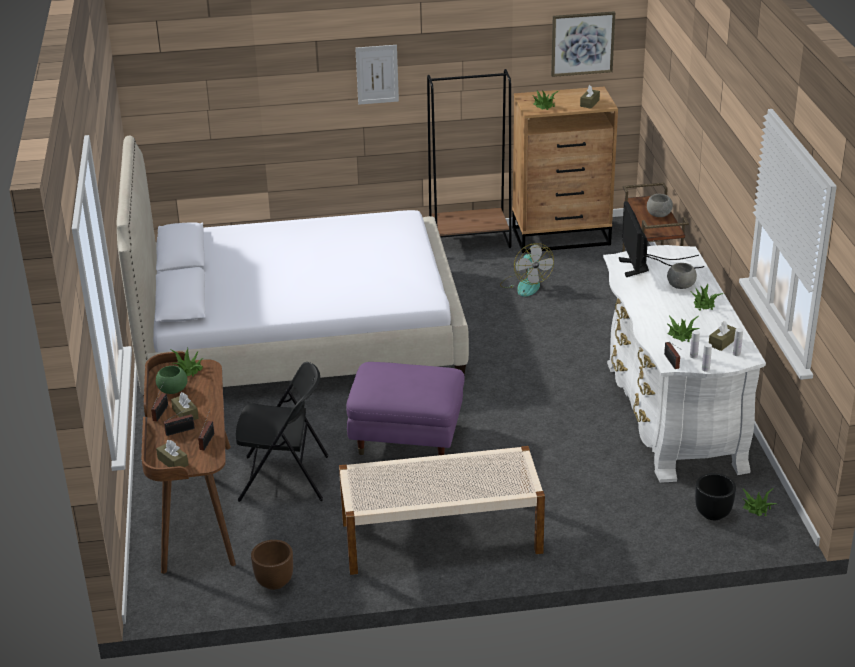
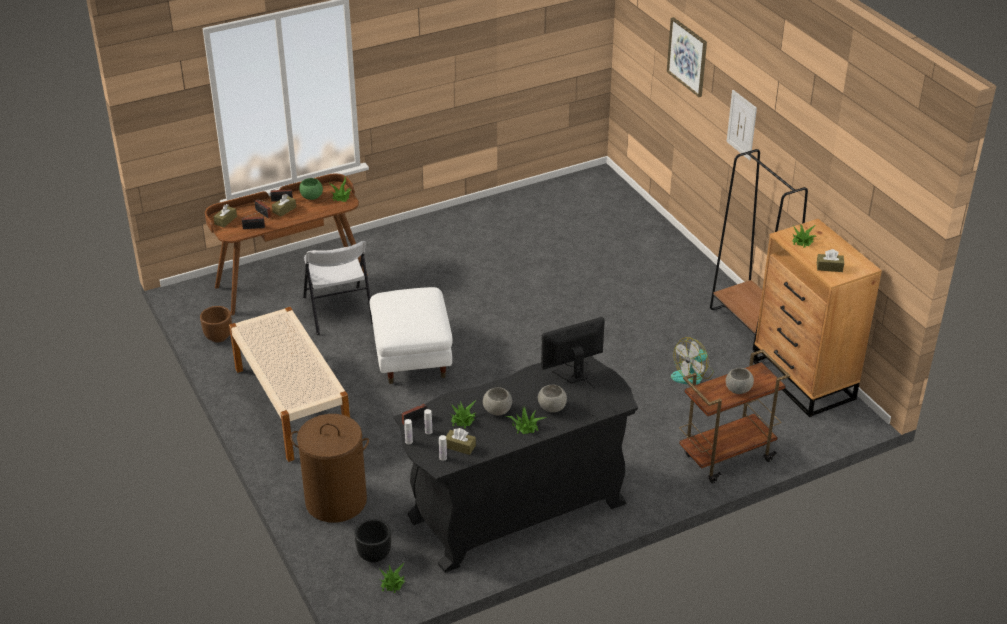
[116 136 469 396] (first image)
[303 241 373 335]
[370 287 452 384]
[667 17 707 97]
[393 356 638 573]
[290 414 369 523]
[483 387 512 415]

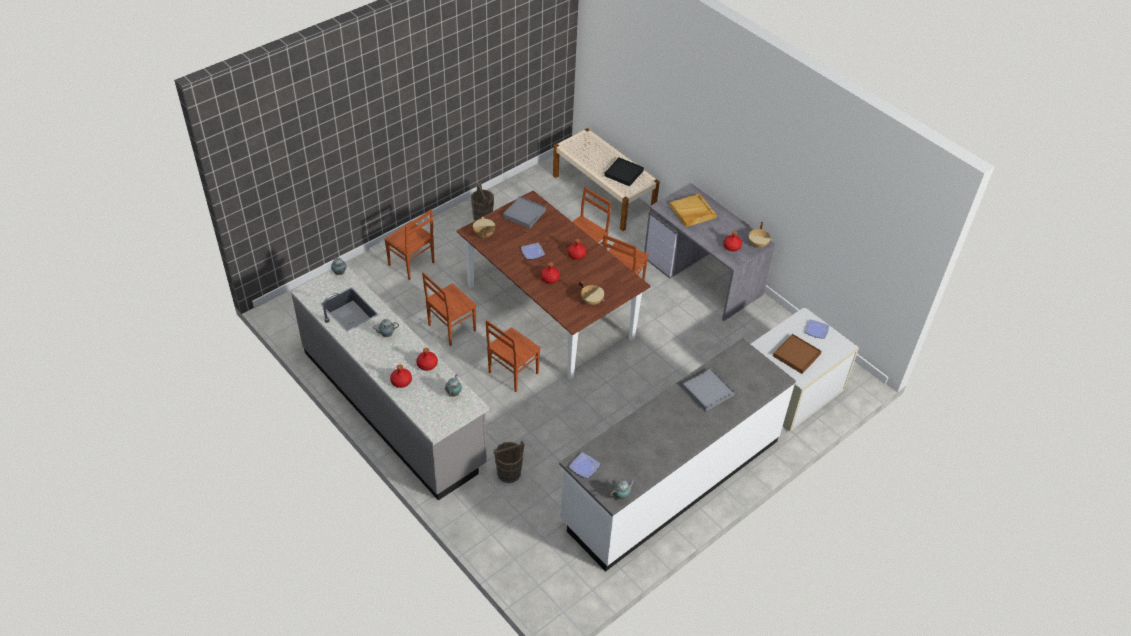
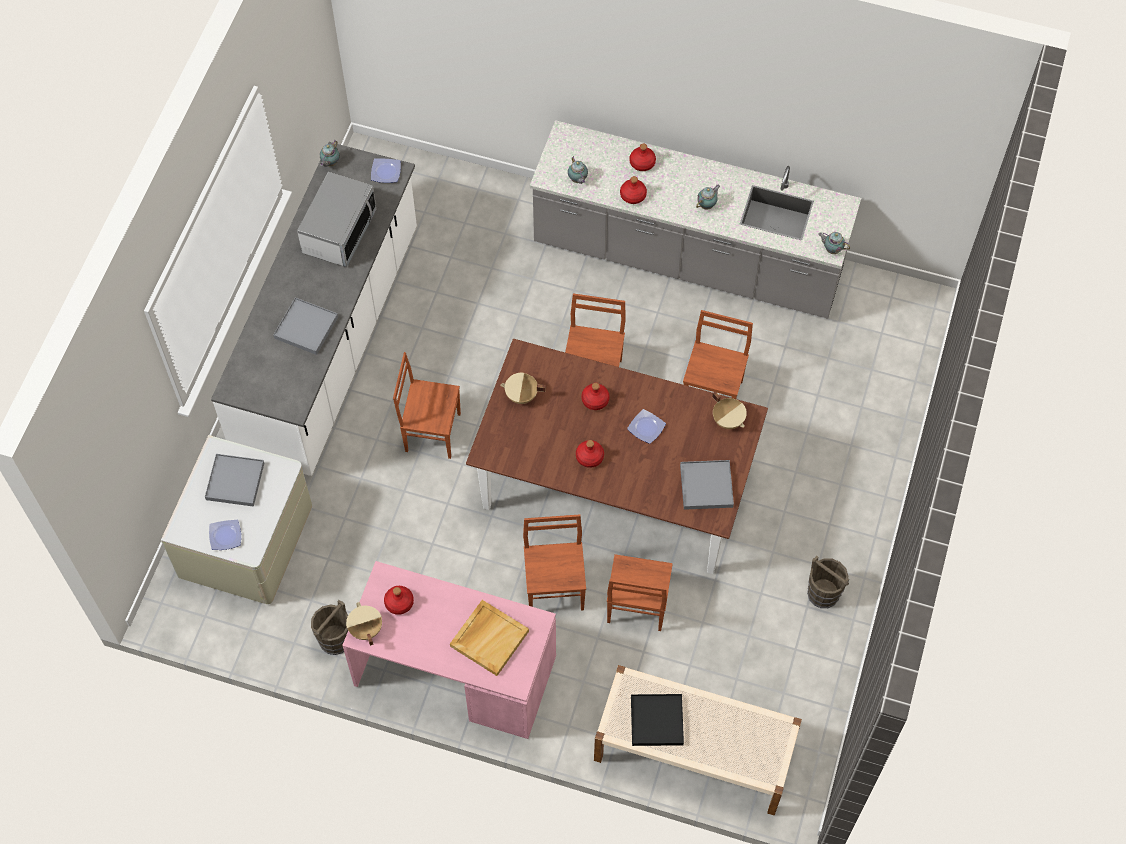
[393 352 461 459]
[311 600 348 655]
[342 561 556 739]
[205 454 264 507]
[297 172 376 267]

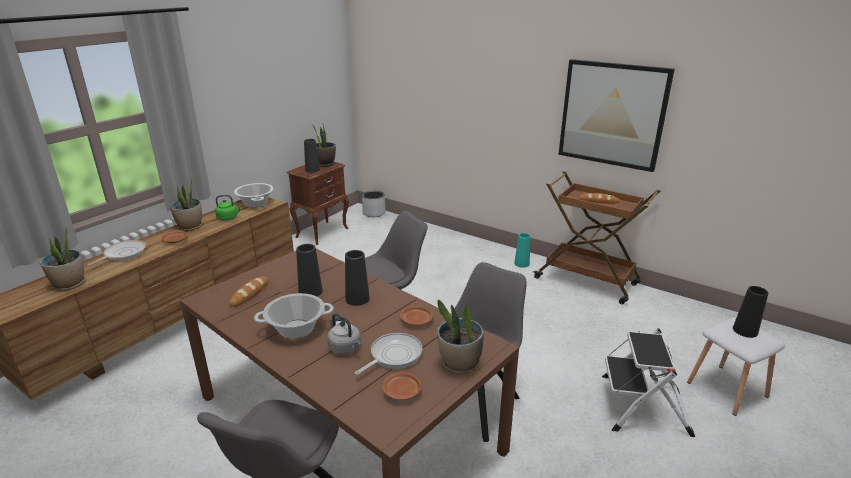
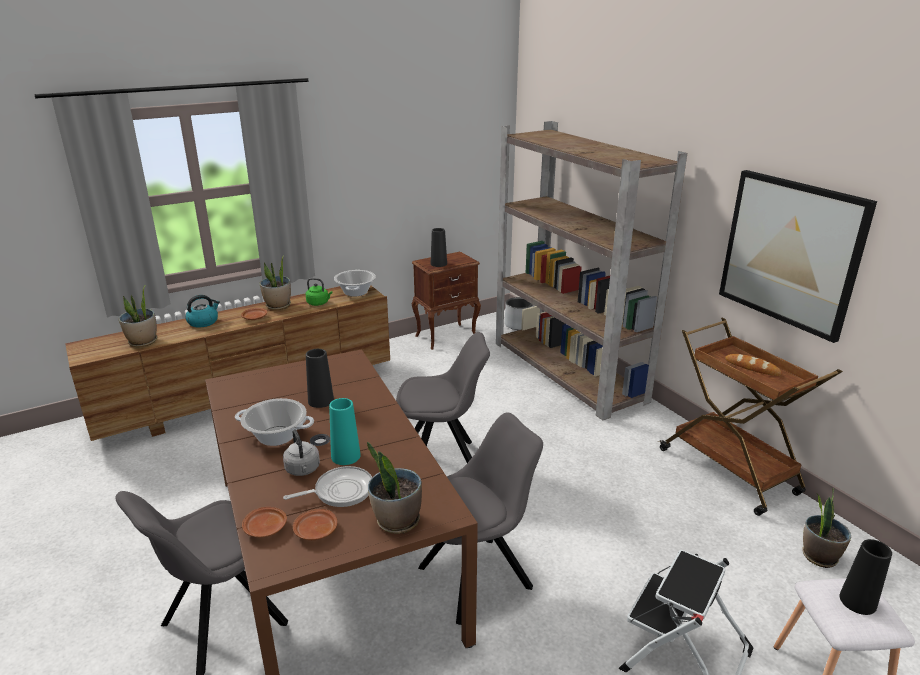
[185 295 220 328]
[229 277 268 307] (first image)
[802 488 851 568]
[345 250 370 306] (first image)
[242 507 287 537]
[329 398 361 465]
[496 121 687 420]

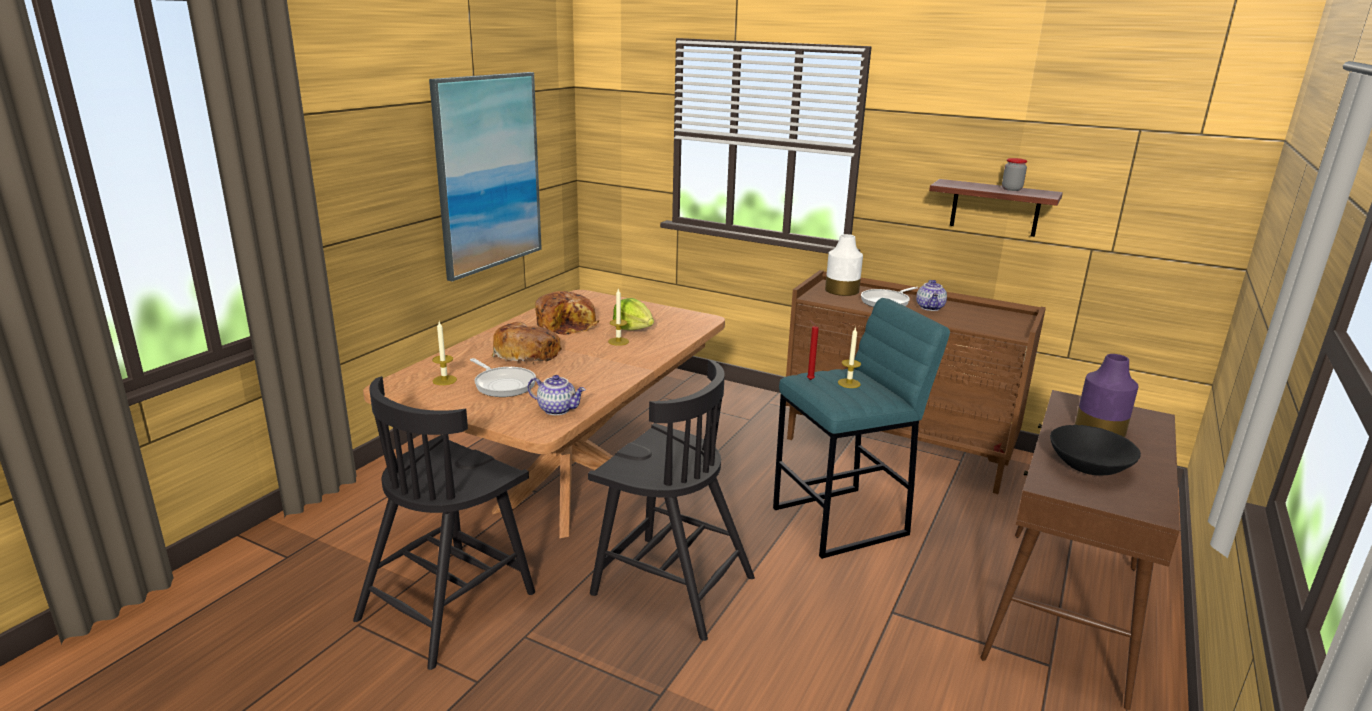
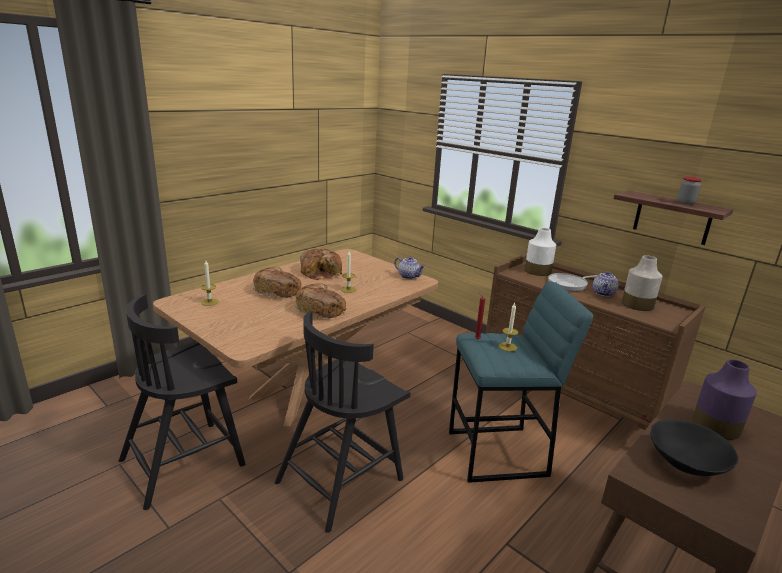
[429 72 542 282] (first image)
[470 358 536 397] (first image)
[394 256 425 279]
[275 311 411 533]
[613 298 654 330] (first image)
[296 283 347 318]
[622 255 663 311]

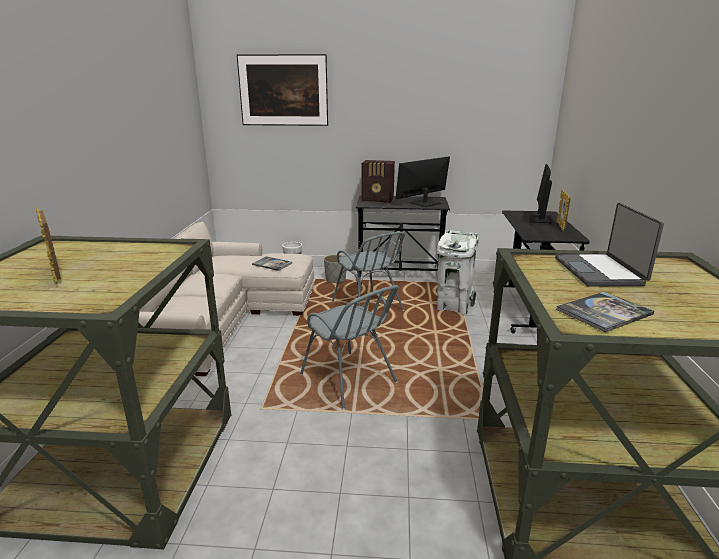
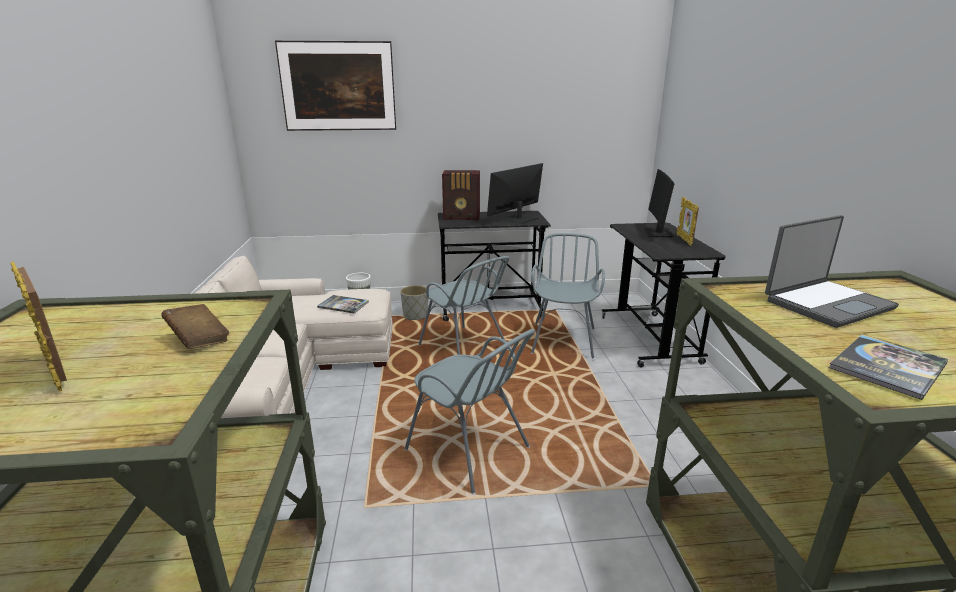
[531 233 605 360]
[765 215 899 328]
[161 304 229 349]

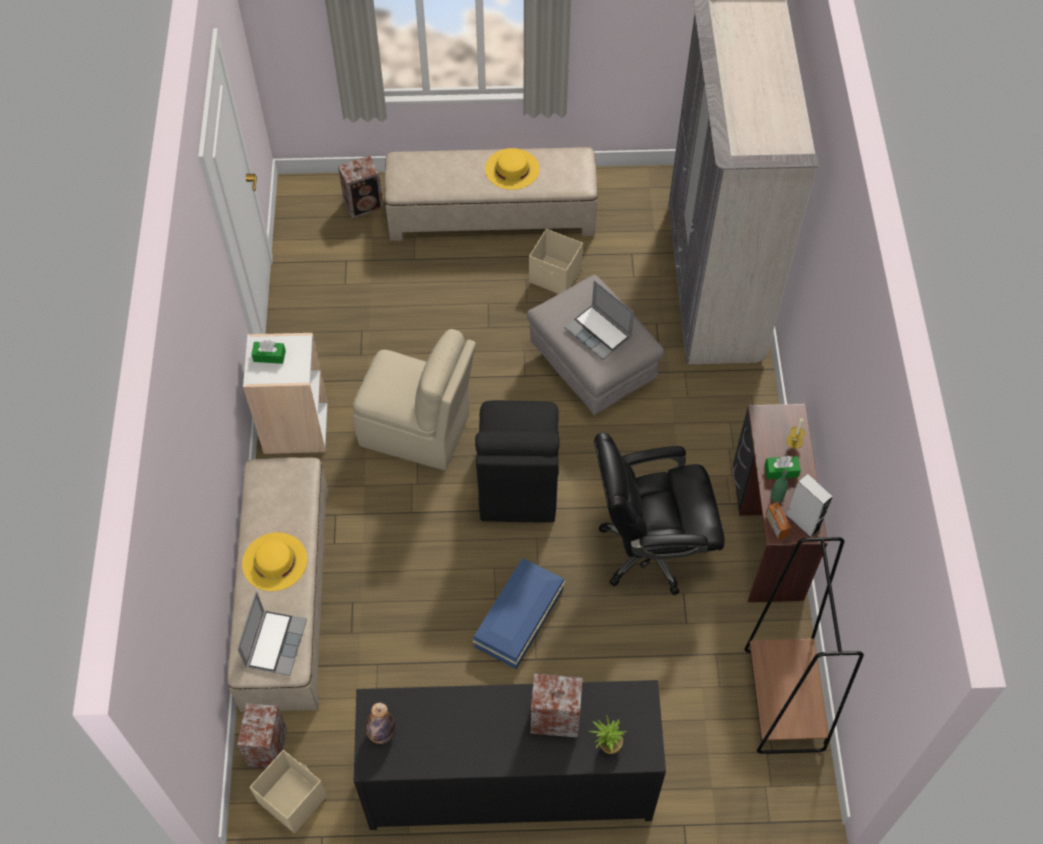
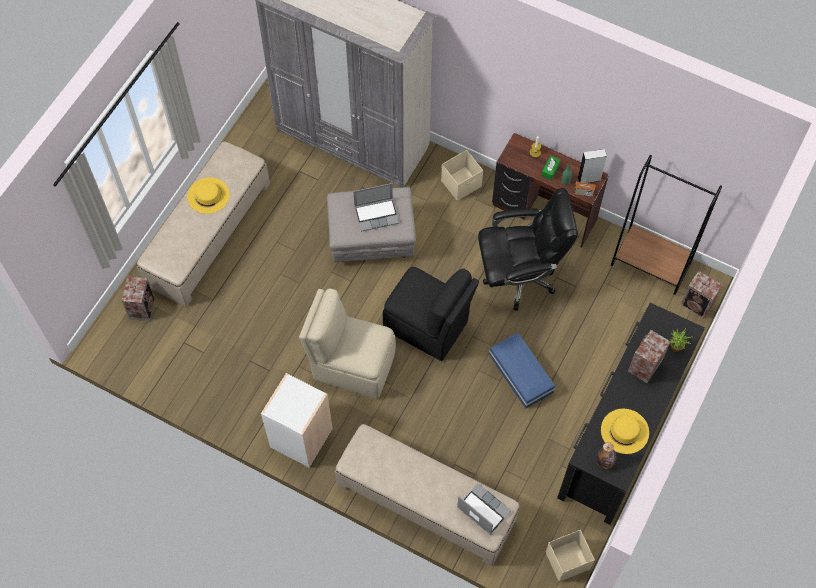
[680 271 722 318]
[601 409 649 454]
[251 340 286 364] (first image)
[299 288 396 399]
[441 150 483 201]
[478 188 578 311]

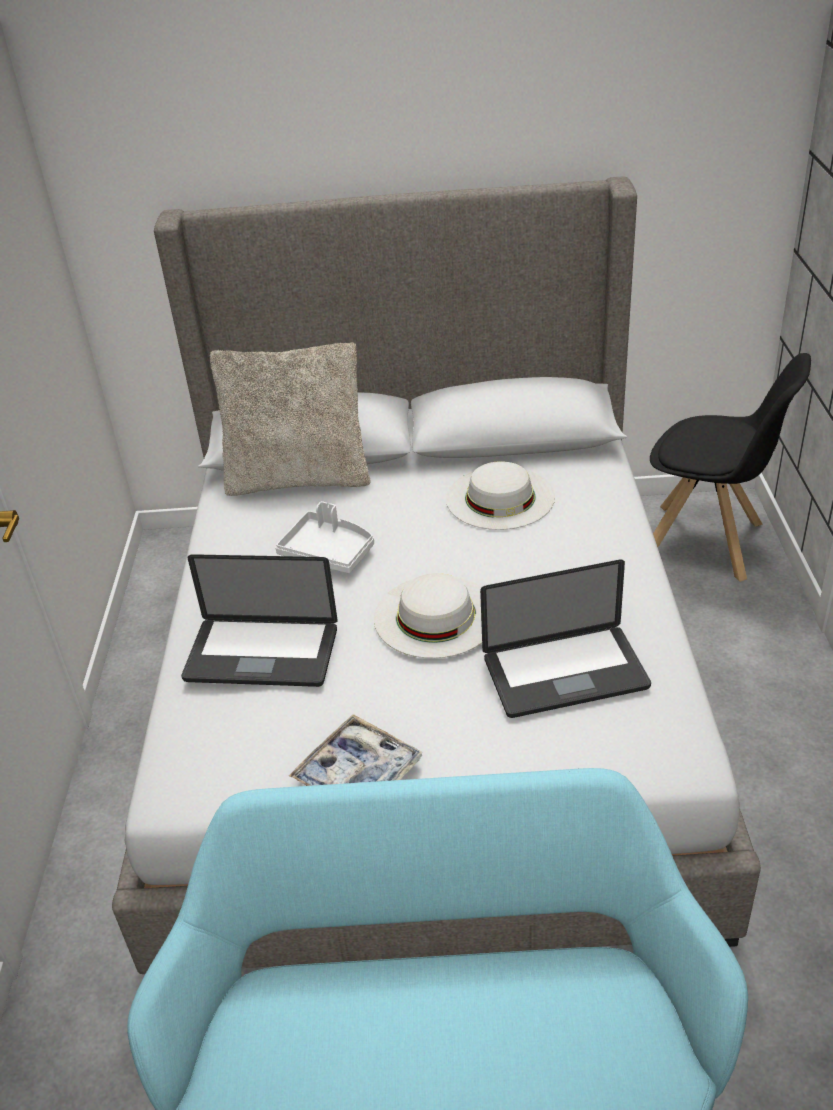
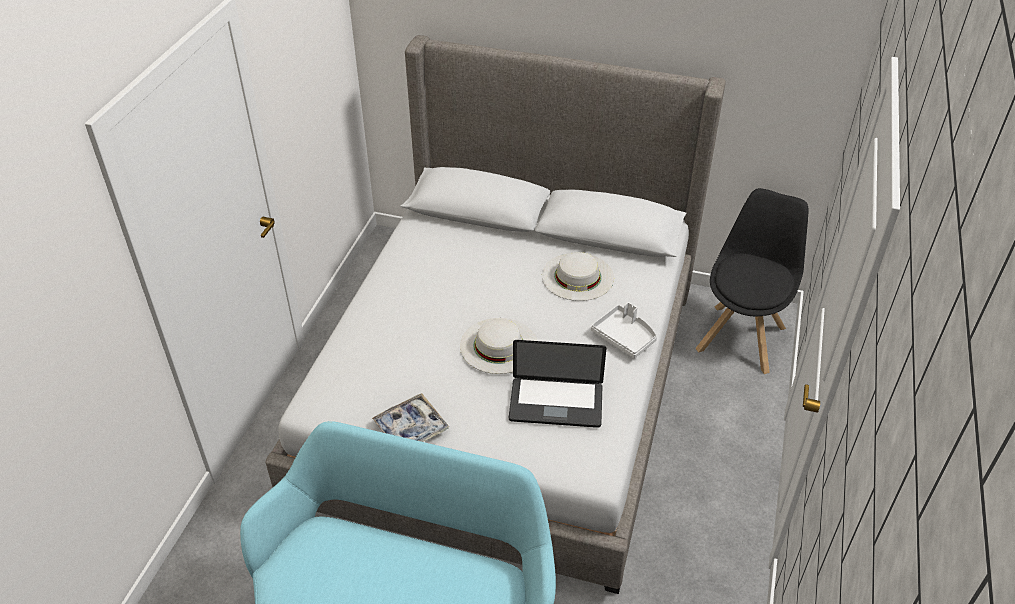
[181 554 338 687] (first image)
[210 343 371 496] (first image)
[591 302 657 358]
[695 188 809 374]

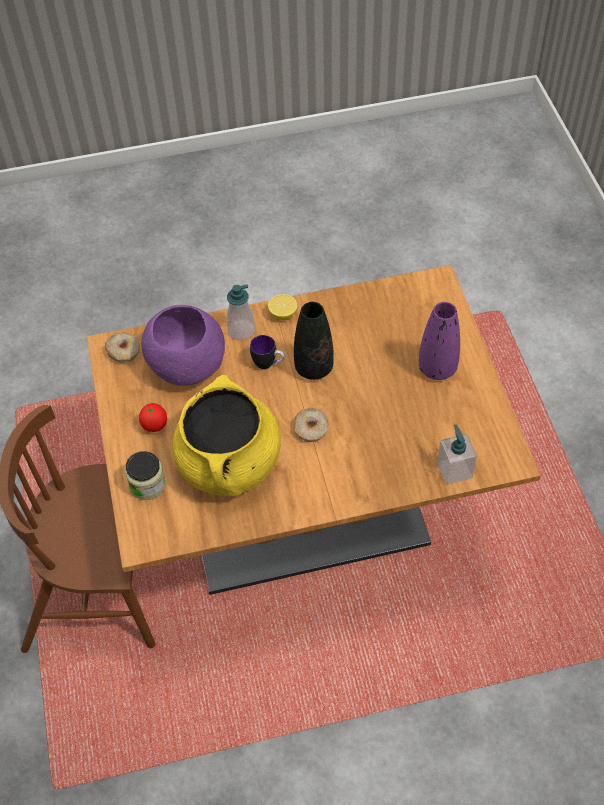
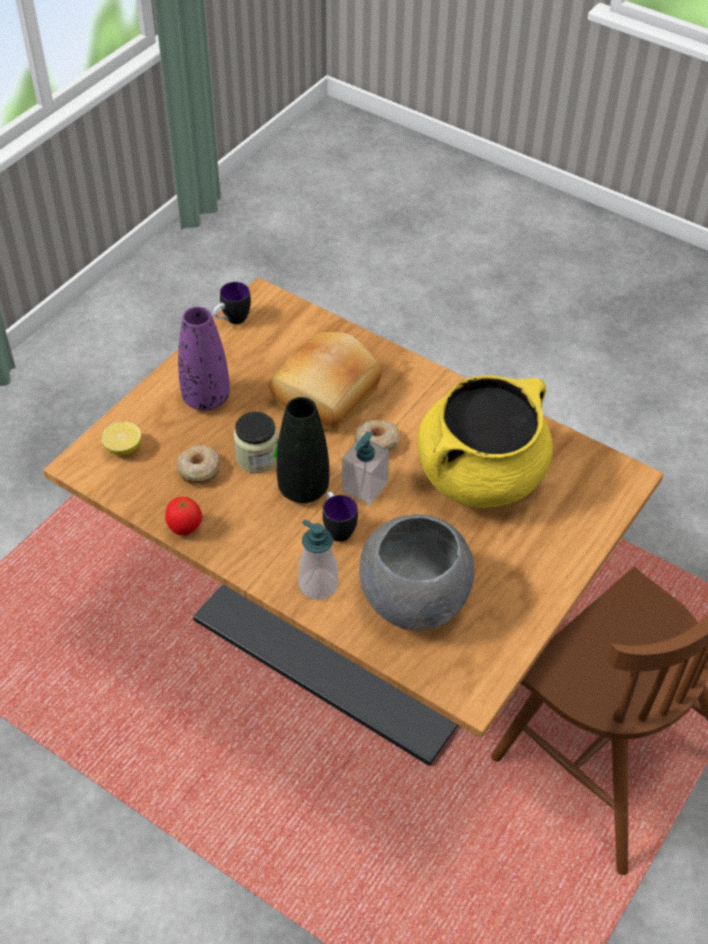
[177 445 220 486]
[233 412 278 473]
[165 497 202 536]
[359 514 475 631]
[102 422 141 455]
[342 431 389 505]
[213 282 251 324]
[269 332 382 432]

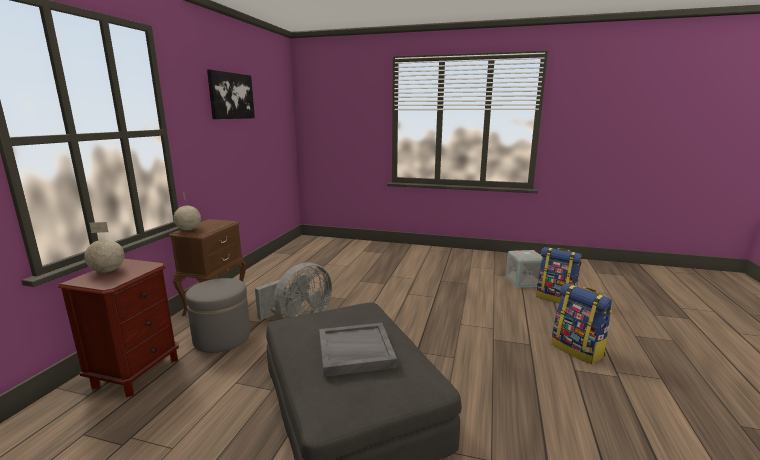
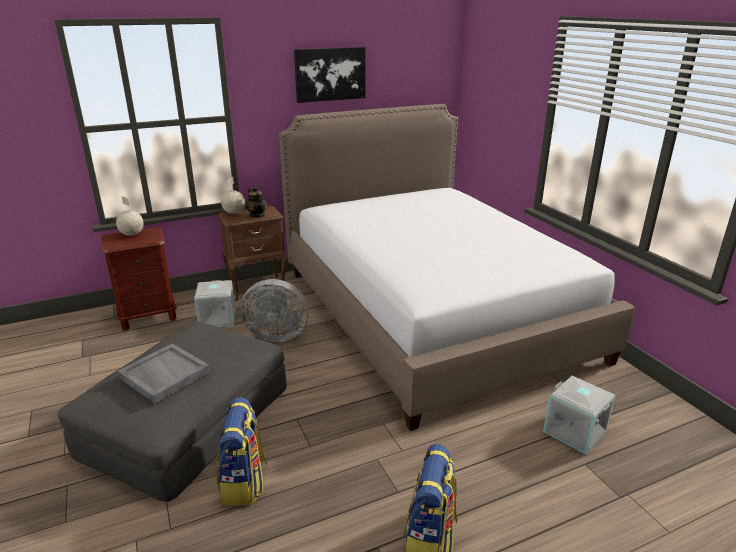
[194 280 235 327]
[217 397 268 506]
[245 186 268 218]
[279 104 635 431]

